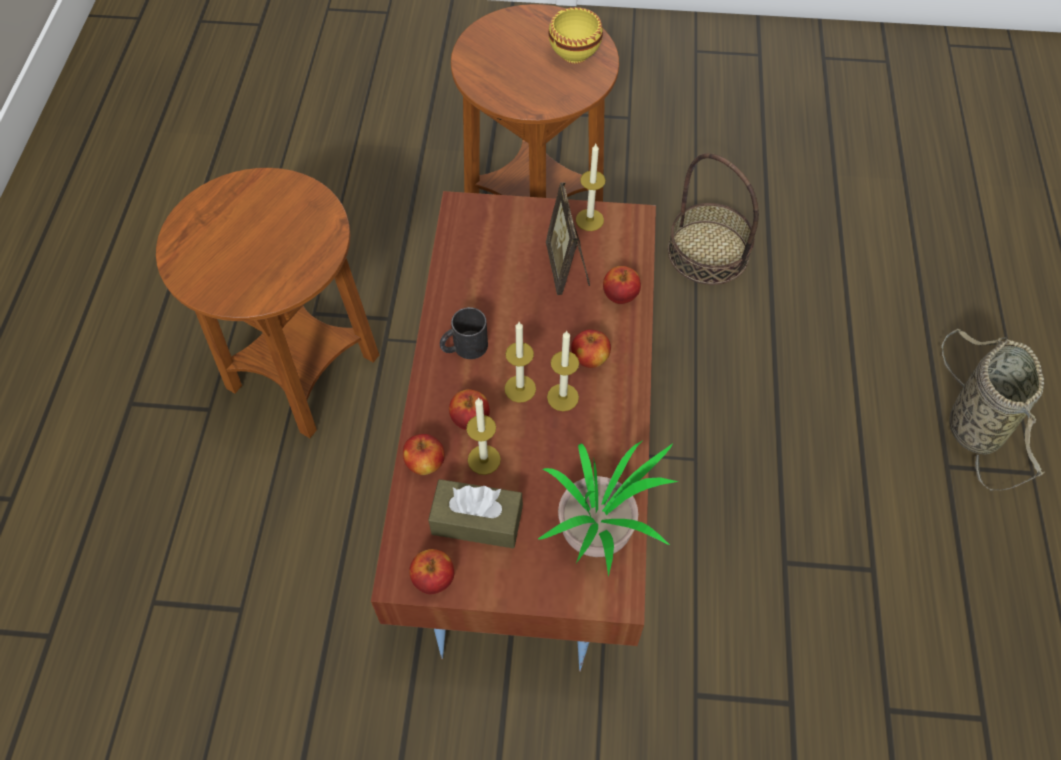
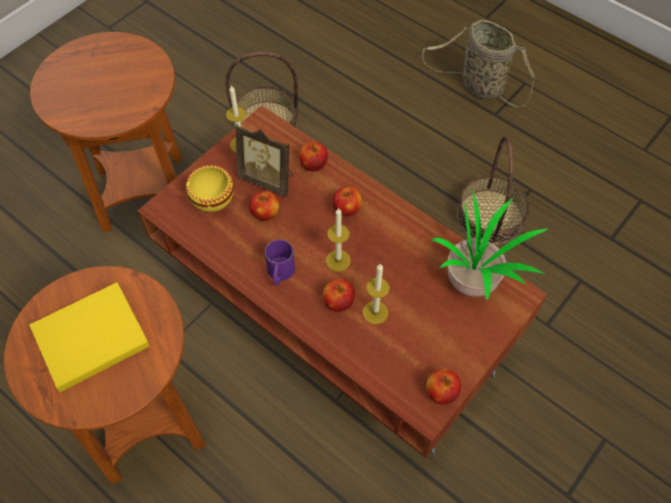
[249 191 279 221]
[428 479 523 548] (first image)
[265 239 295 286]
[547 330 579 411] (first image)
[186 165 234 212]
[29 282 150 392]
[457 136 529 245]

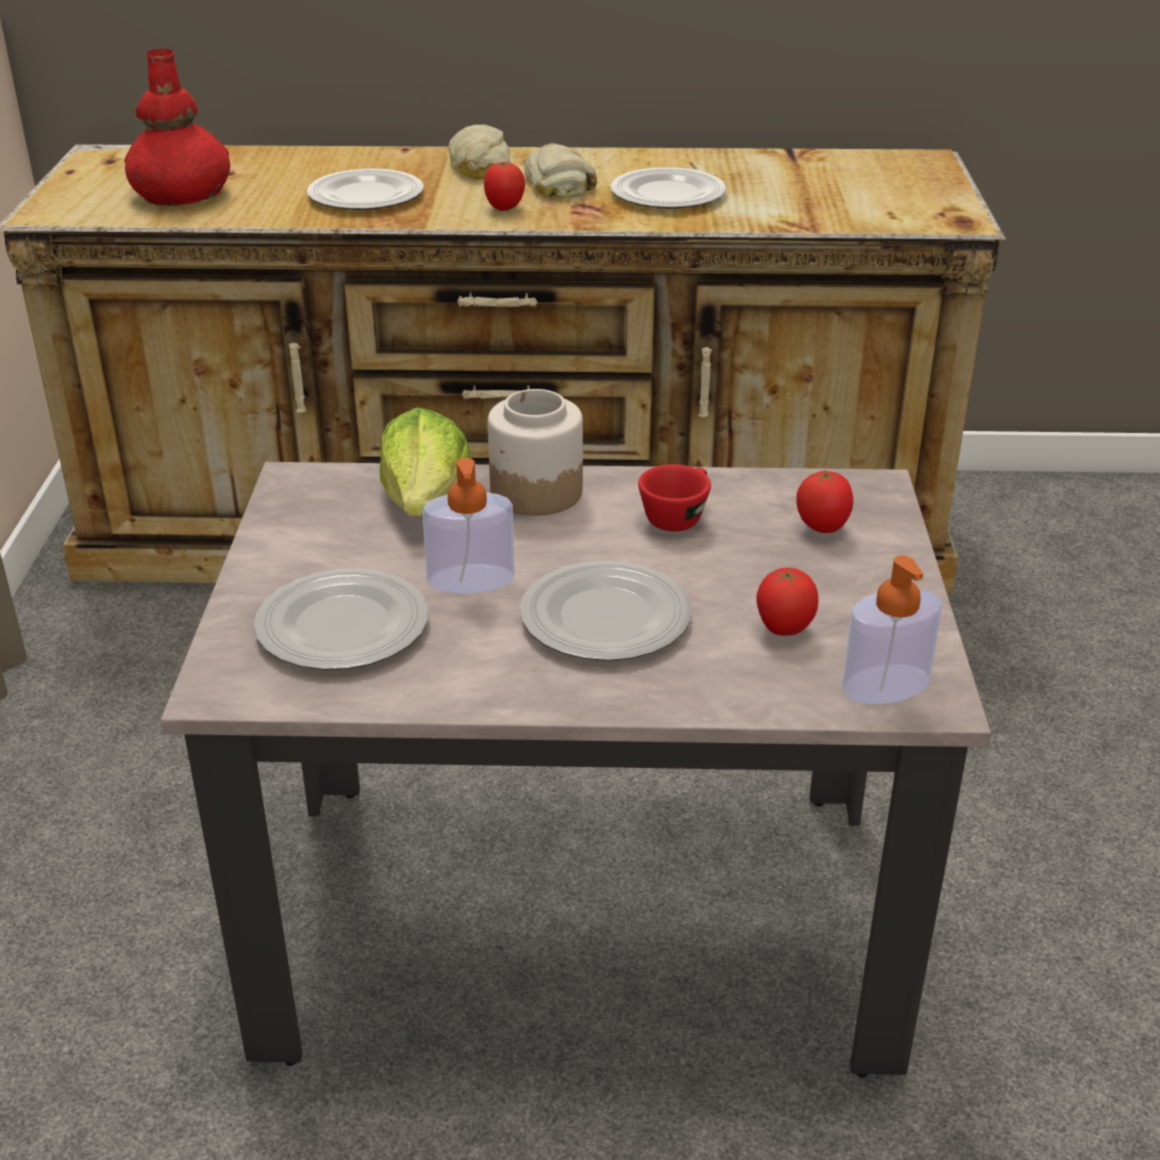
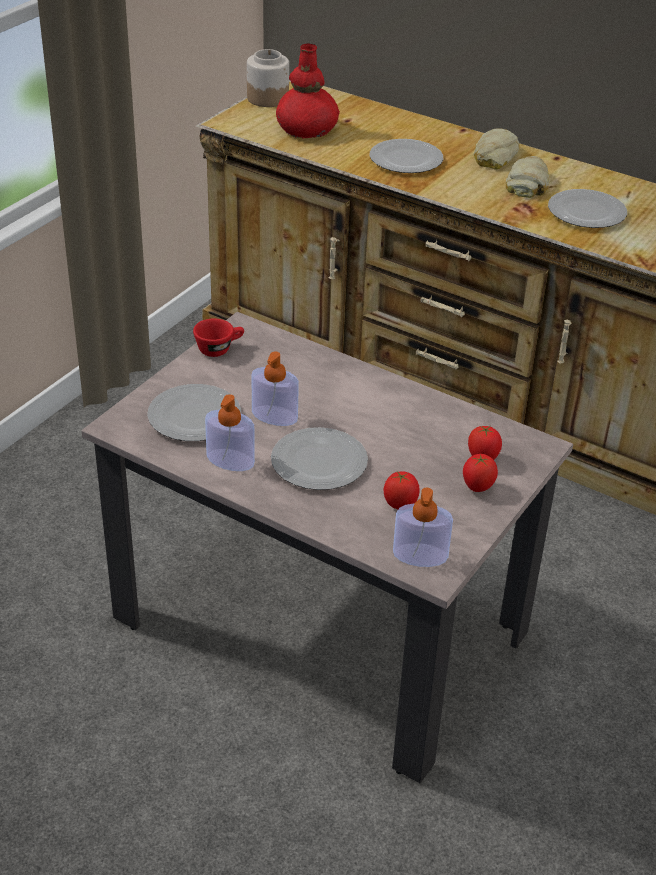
[380 407 470 516] (first image)
[463 454 498 492]
[247 49 289 107]
[193 319 244 357]
[205 394 255 471]

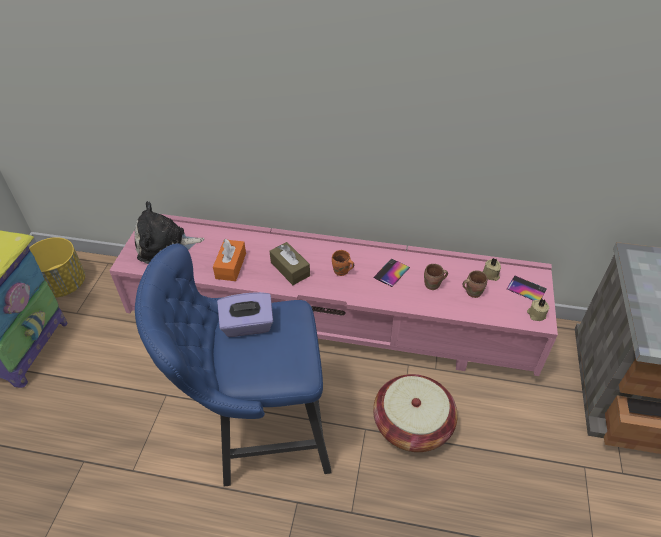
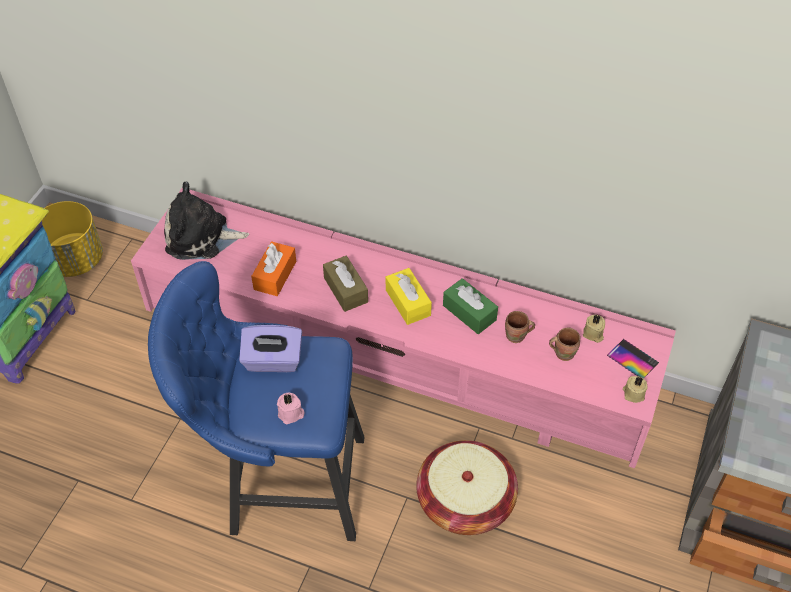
[386 268 432 325]
[443 278 498 334]
[277 392 305 424]

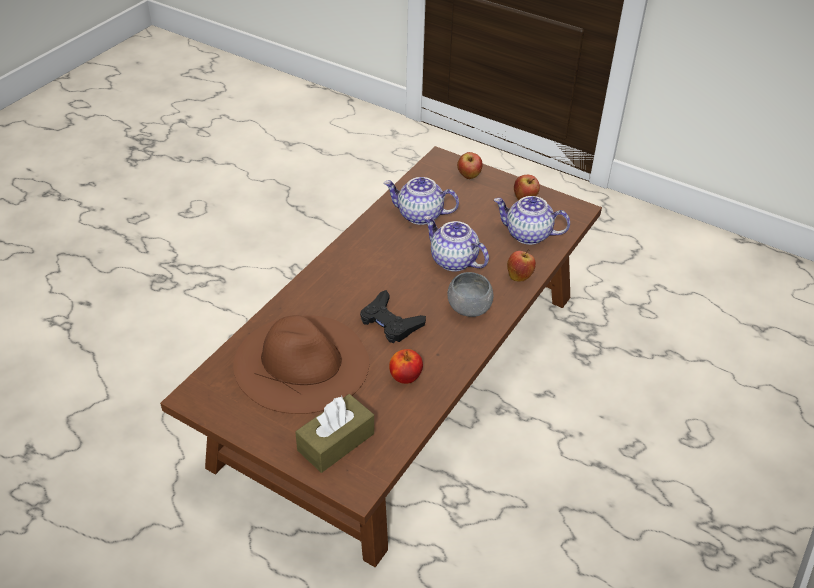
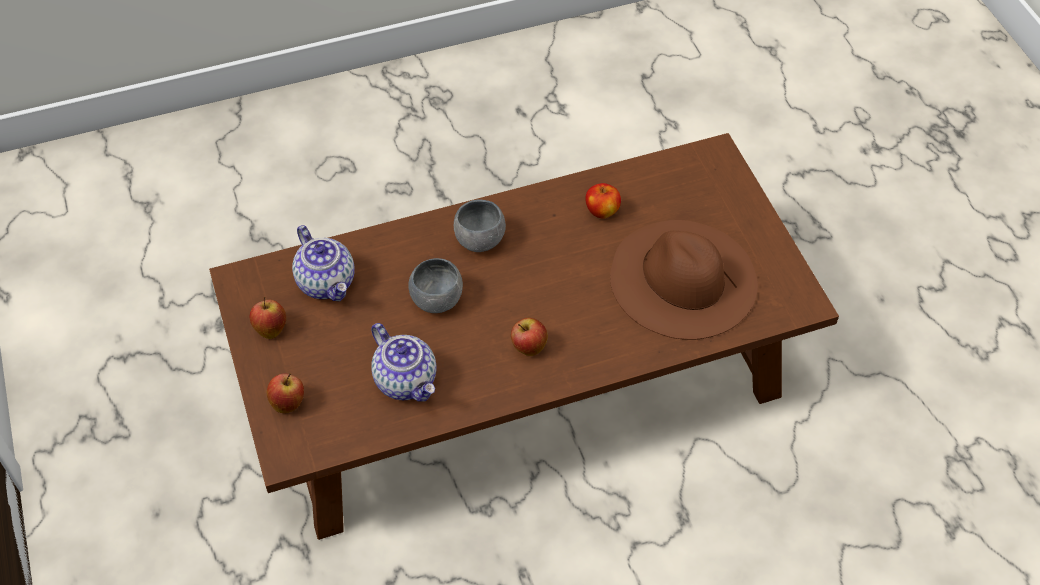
[295 394 374 473] (first image)
[360 290 426 343] (first image)
[408 258 463 313]
[511 318 548 356]

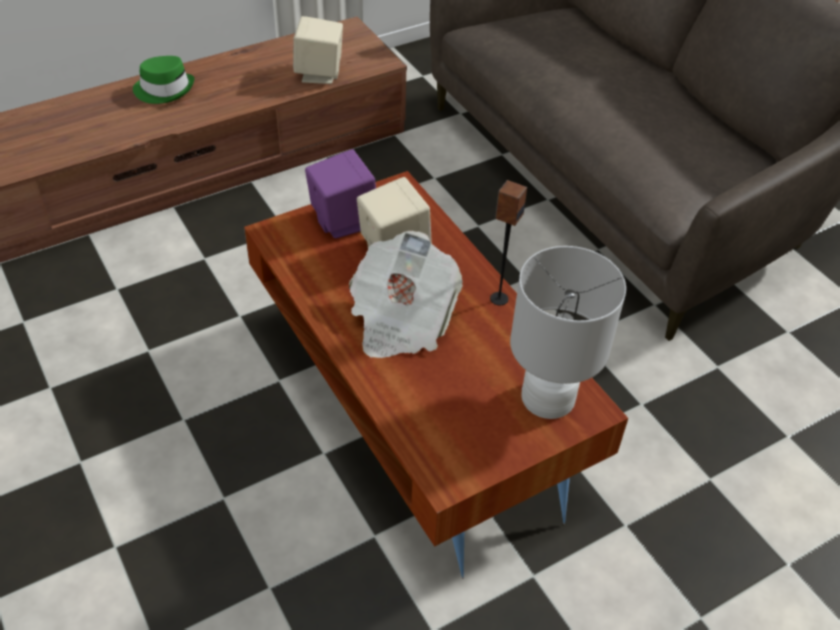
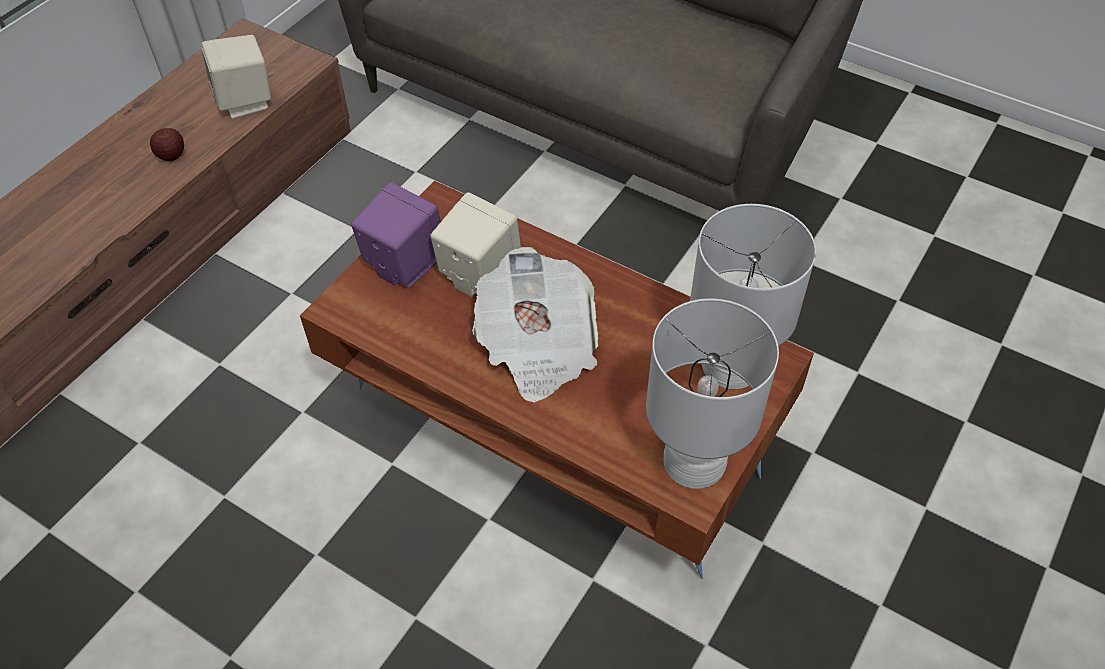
[133 56 194 104] (first image)
[490 180 527 305] (first image)
[150 128 184 161]
[646 298 779 489]

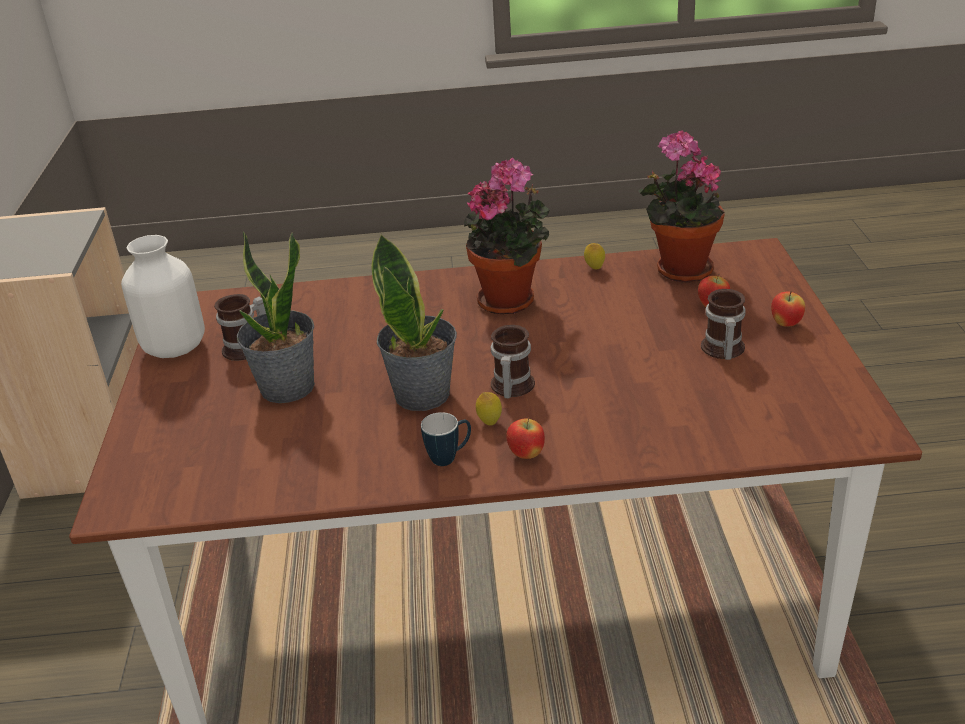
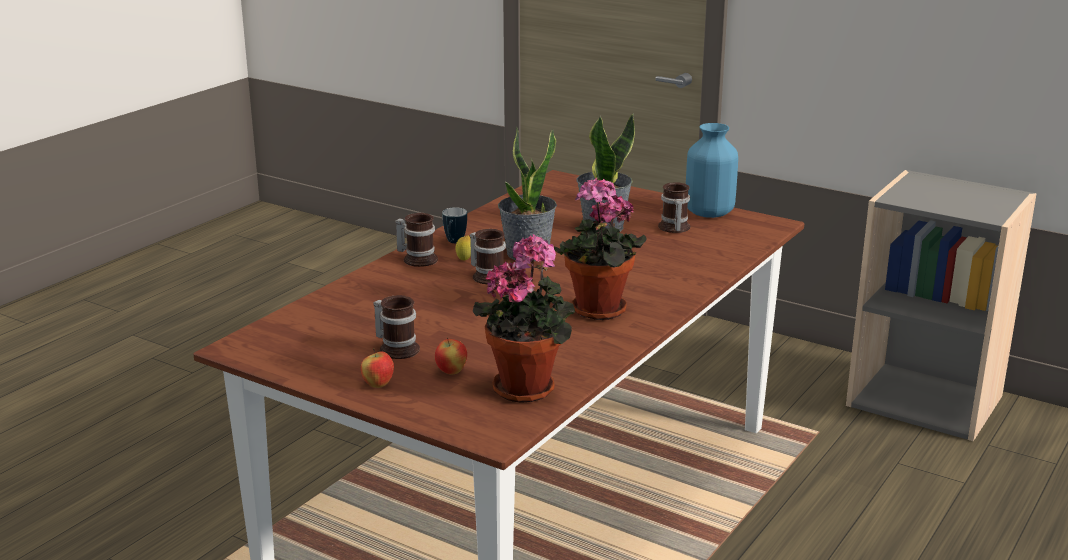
[686 123 738 218]
[395 213 438 267]
[584 243 605 270] (first image)

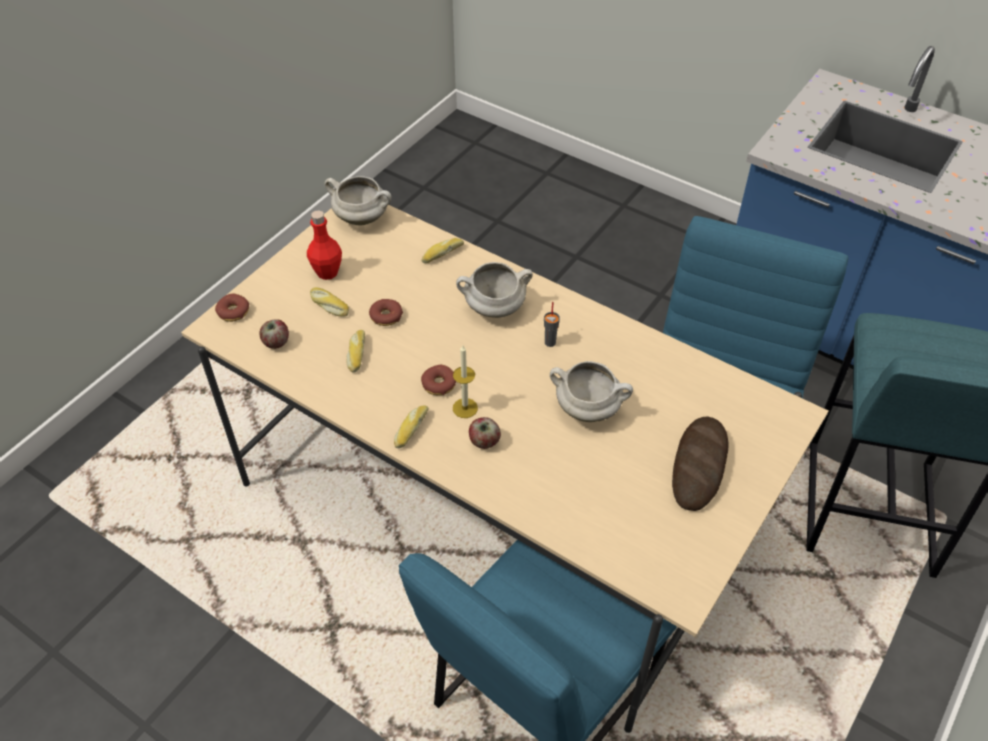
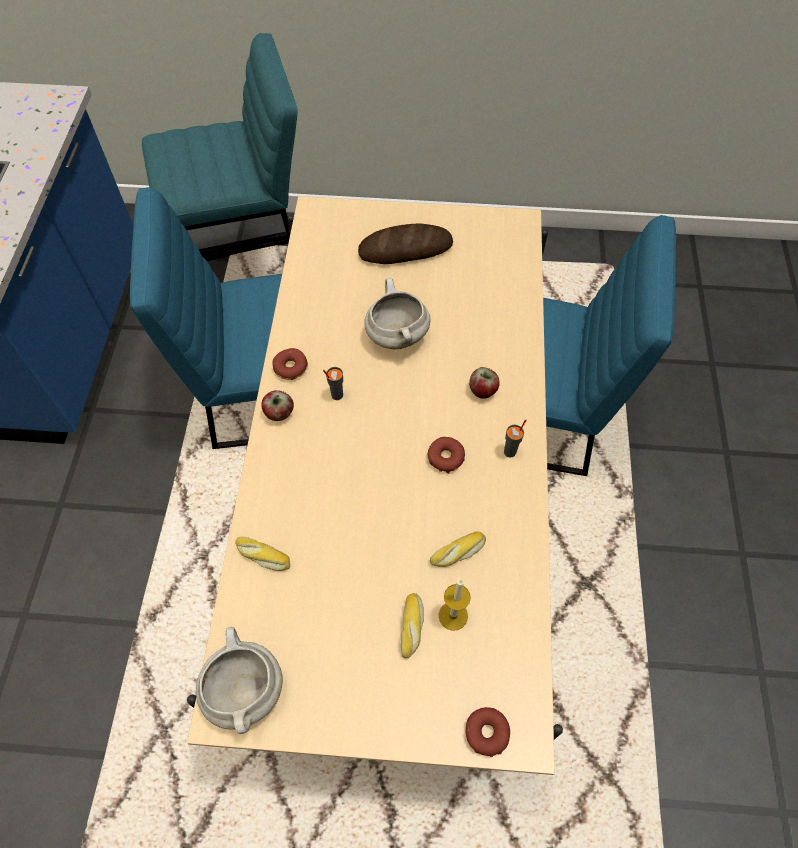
[261 390 294 421]
[307 210 342 280] (first image)
[272 348 308 380]
[504 419 526 458]
[439 579 471 631]
[456 262 533 318] (first image)

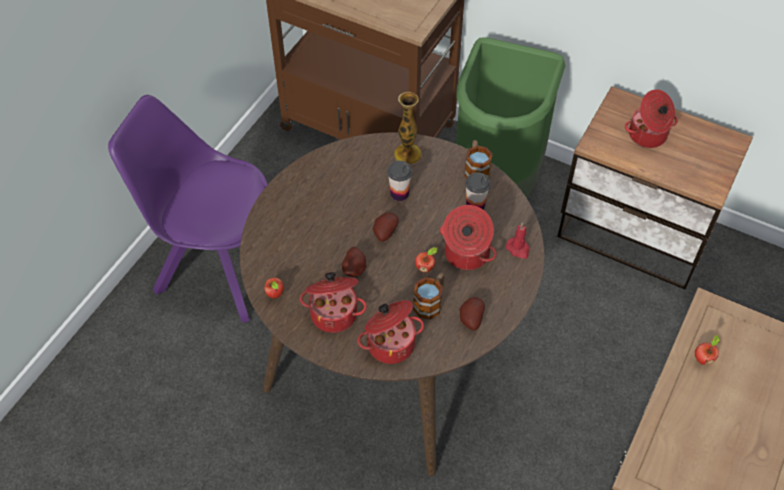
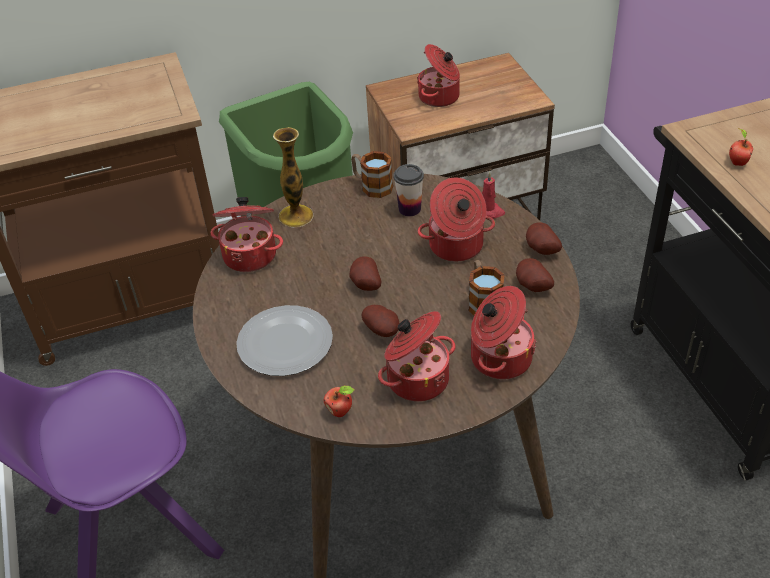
[387 161 412 201] (first image)
[415 247 437 272] (first image)
[211 197 283 272]
[236 305 333 376]
[526 223 562 255]

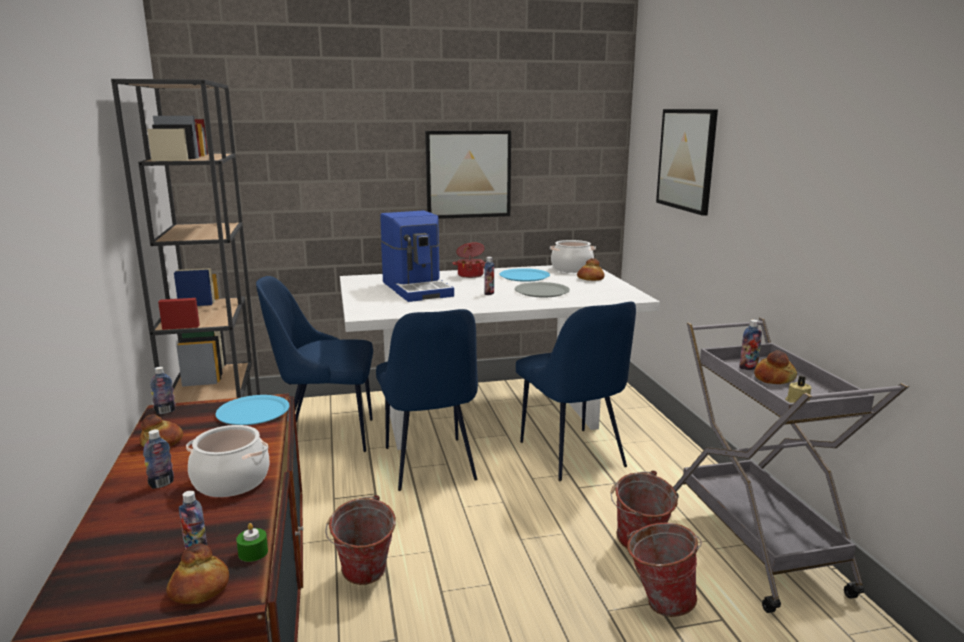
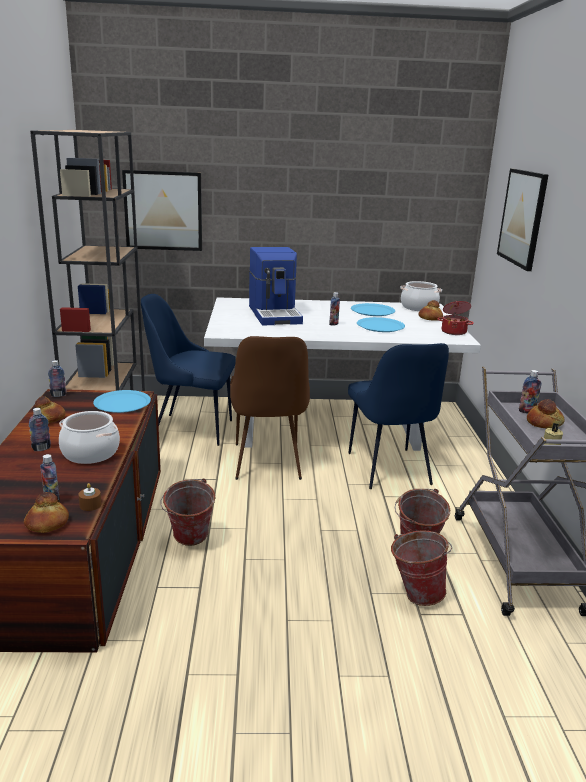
[78 483 102 511]
[230 336 310 480]
[122 170 202 251]
[437 301 474 335]
[357 317 405 332]

